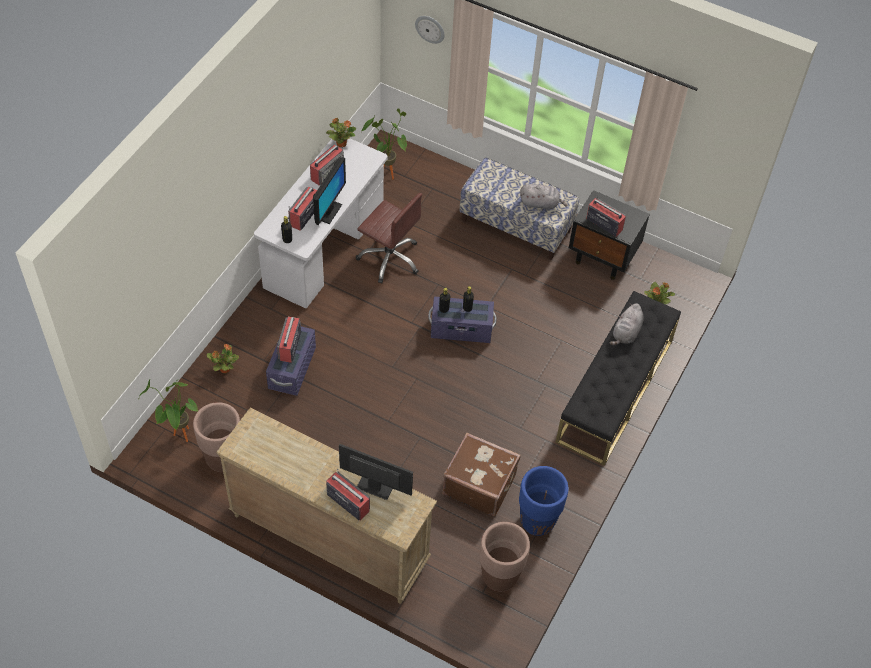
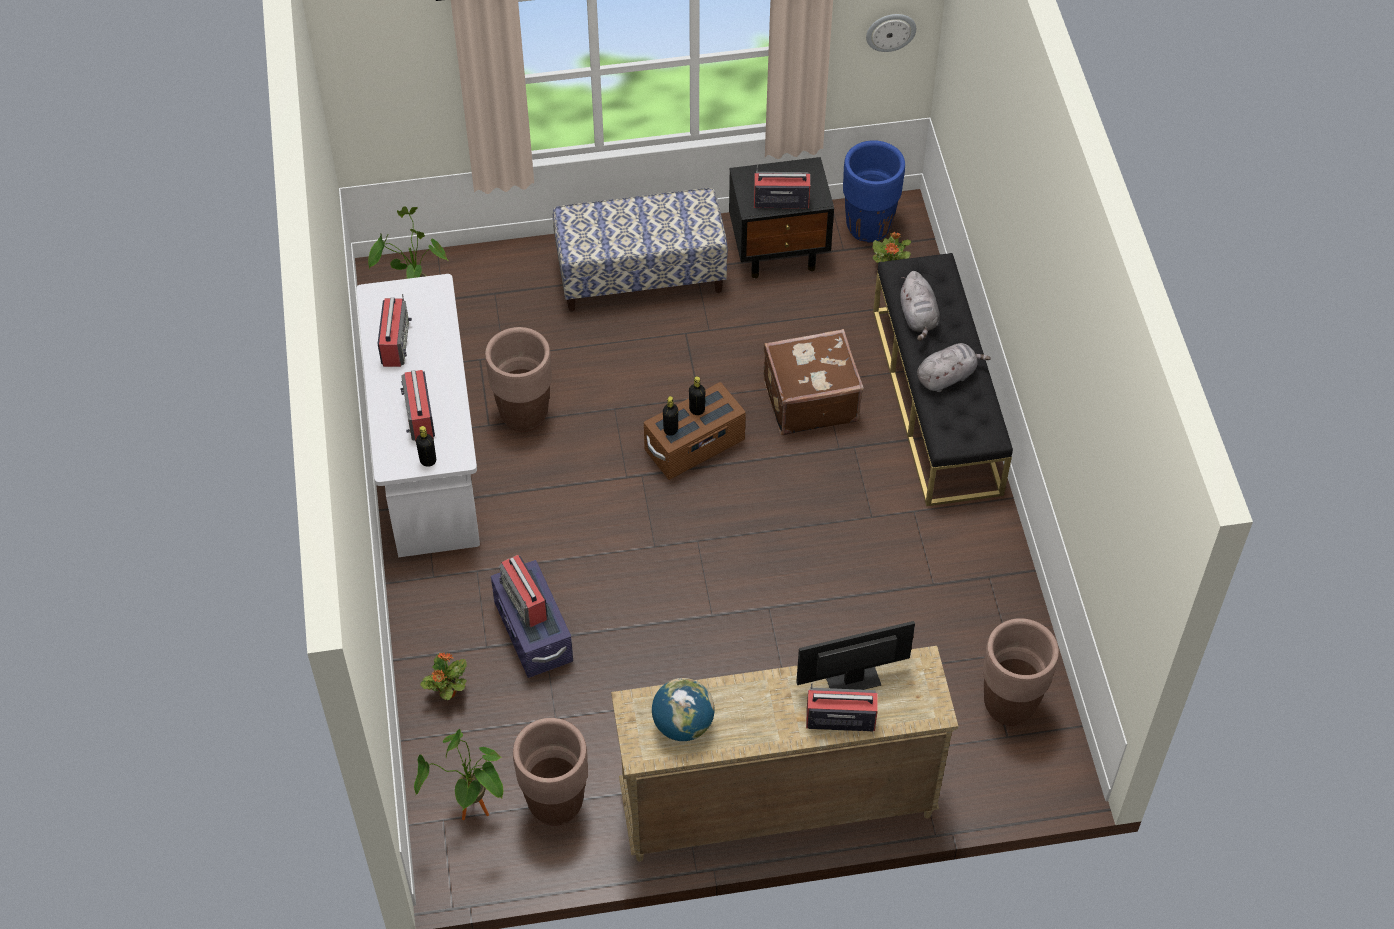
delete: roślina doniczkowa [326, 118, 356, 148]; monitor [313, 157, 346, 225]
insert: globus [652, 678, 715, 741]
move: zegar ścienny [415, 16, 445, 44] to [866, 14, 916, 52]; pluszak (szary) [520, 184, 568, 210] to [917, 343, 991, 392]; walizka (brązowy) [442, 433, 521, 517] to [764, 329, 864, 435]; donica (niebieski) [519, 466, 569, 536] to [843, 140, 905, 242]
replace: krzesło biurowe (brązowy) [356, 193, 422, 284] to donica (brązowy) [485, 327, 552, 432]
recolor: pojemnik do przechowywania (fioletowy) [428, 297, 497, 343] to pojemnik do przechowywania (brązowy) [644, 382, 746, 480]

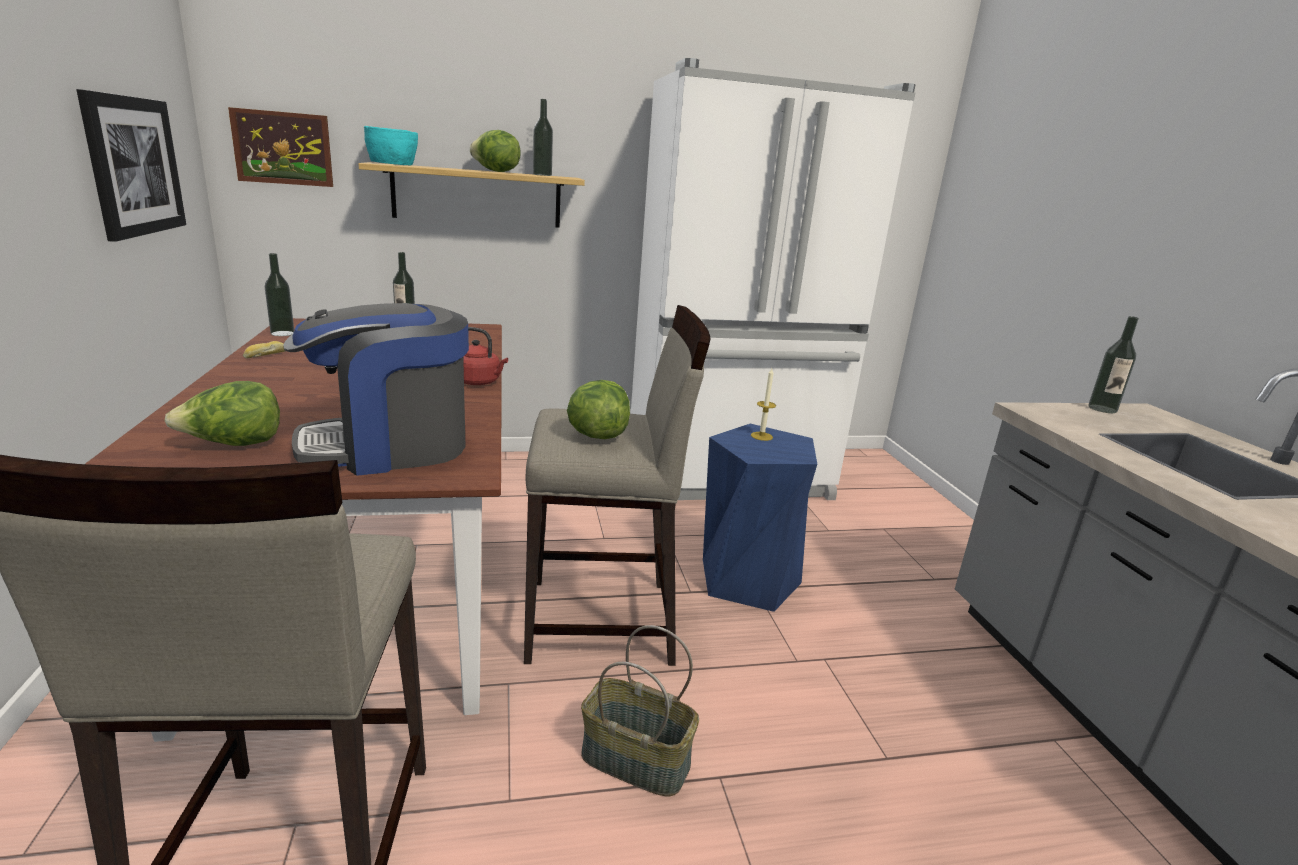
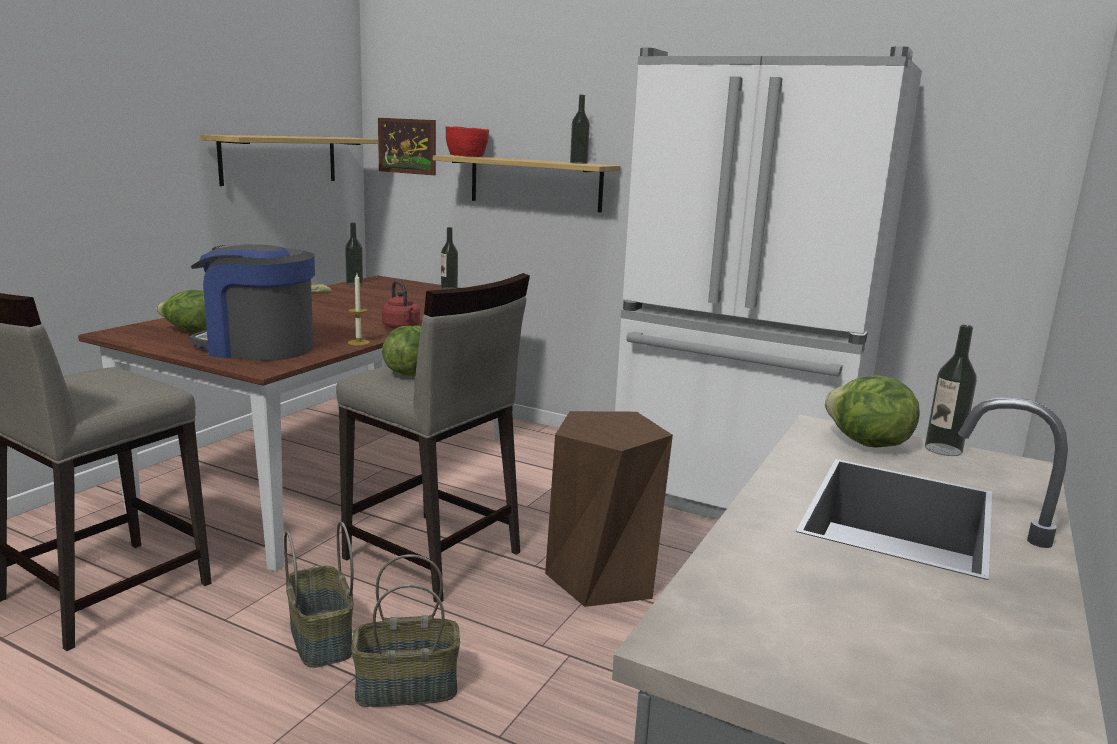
insert: koszyk [351, 554, 460, 707]
move: sałata [470, 130, 521, 172] to [825, 375, 920, 448]; świeca [751, 368, 776, 441] to [348, 274, 370, 346]
replace: obraz [76, 89, 186, 242] to półka [200, 134, 378, 186]
recolor: miska (turkusowy) [364, 126, 418, 166] to miska (czerwony) [446, 126, 489, 157]; stołek (niebieski) [703, 424, 817, 612] to stołek (brązowy) [545, 411, 673, 607]

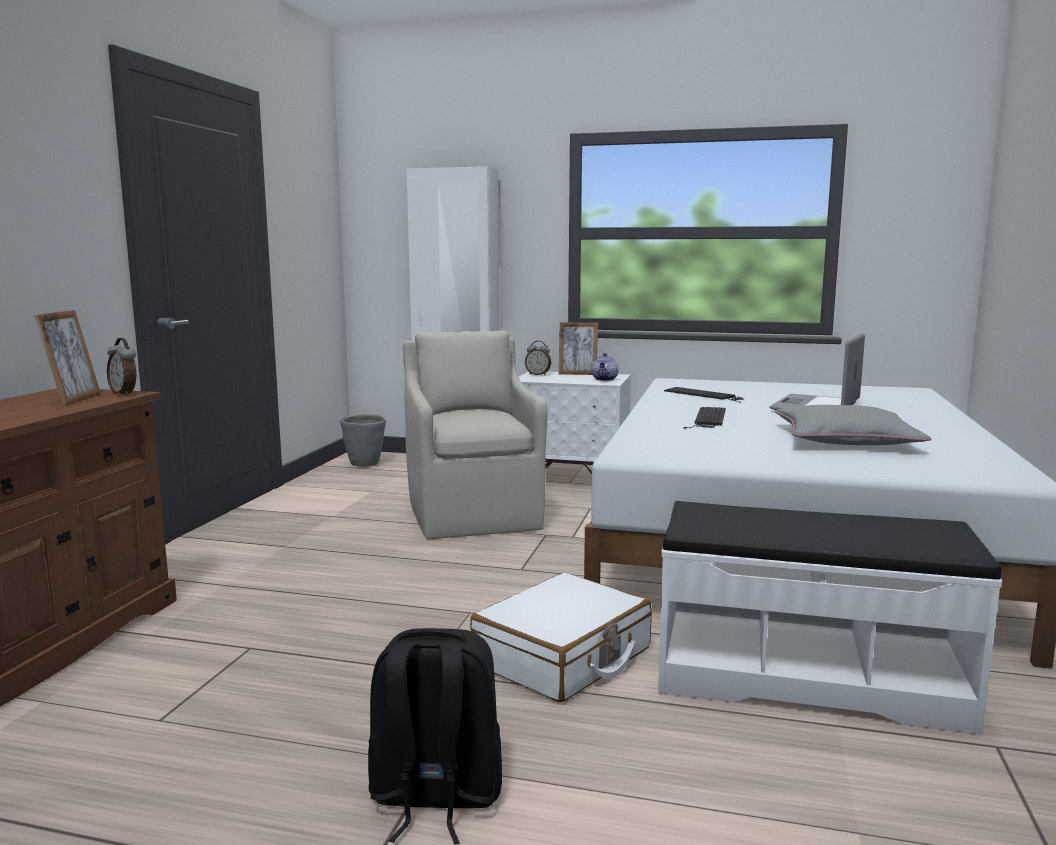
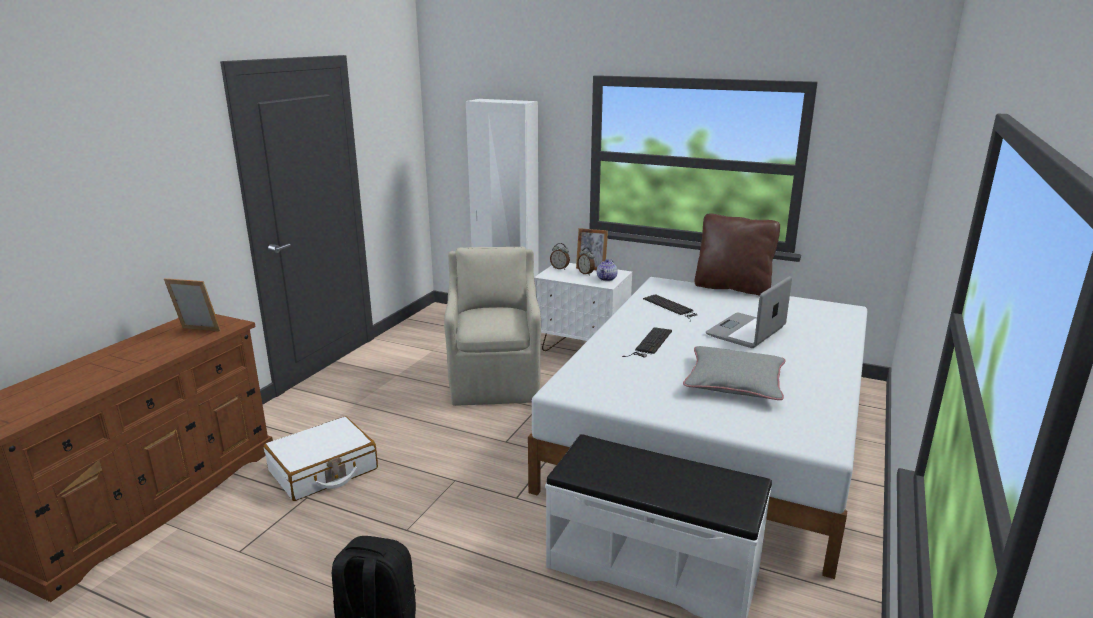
delete: donica (szary) [340, 414, 386, 467]
insert: poduszka (brązowy) [695, 214, 780, 296]
move: budzik [107, 338, 136, 396] to [577, 248, 595, 276]; walizka (biały) [470, 573, 652, 702] to [264, 416, 378, 501]
rotate: ramka na zdjęcie [34, 310, 101, 406] = [164, 278, 221, 332] 90 degrees counterclockwise

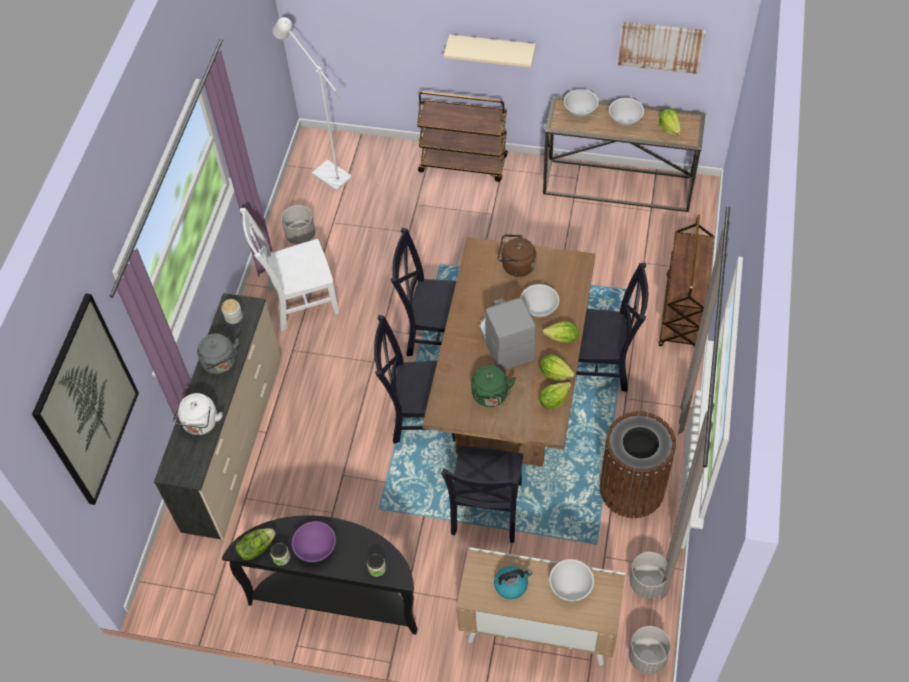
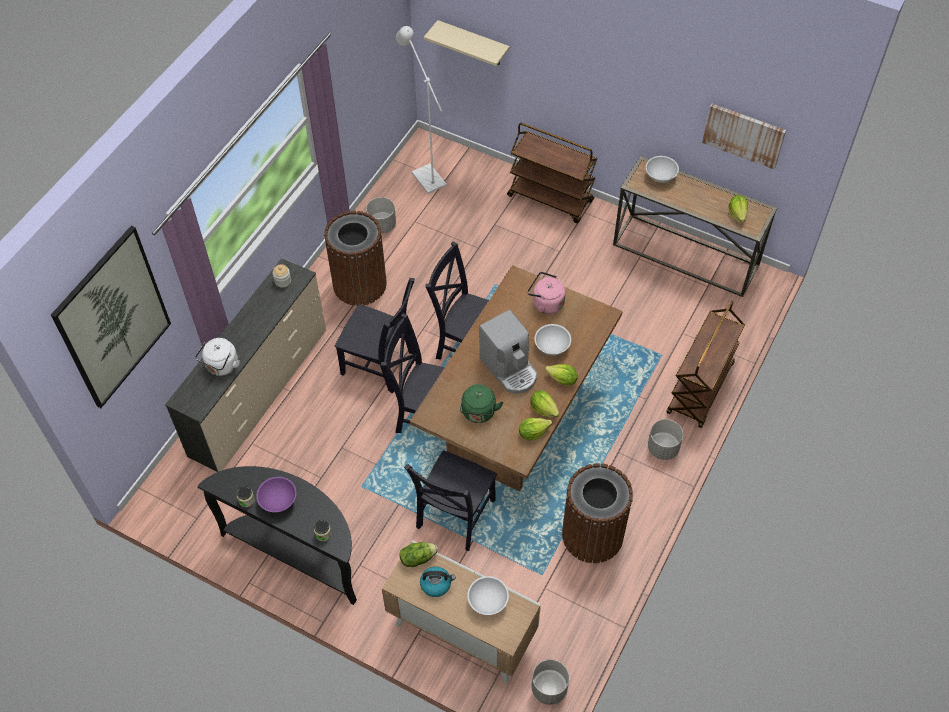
delete: miska (biały) [609, 98, 644, 126]; czajnik (szary) [197, 333, 239, 374]
move: półka (beżowy) [443, 35, 536, 68] to [424, 20, 510, 66]; krzesło (czarny) [576, 263, 648, 392] to [335, 278, 415, 394]; sałata [235, 528, 276, 560] to [400, 542, 438, 567]; donica (szary) [629, 552, 668, 599] to [648, 419, 683, 460]
replace: krzesło (biały) [240, 208, 339, 331] to kosz na śmieci (brązowy) [324, 211, 387, 306]
recolor: czajnik (brązowy) [498, 234, 536, 277] to czajnik (różowy) [527, 272, 566, 314]
rotate: ekspres do kawy [479, 298, 536, 371] = [479, 310, 537, 394] 150 degrees clockwise

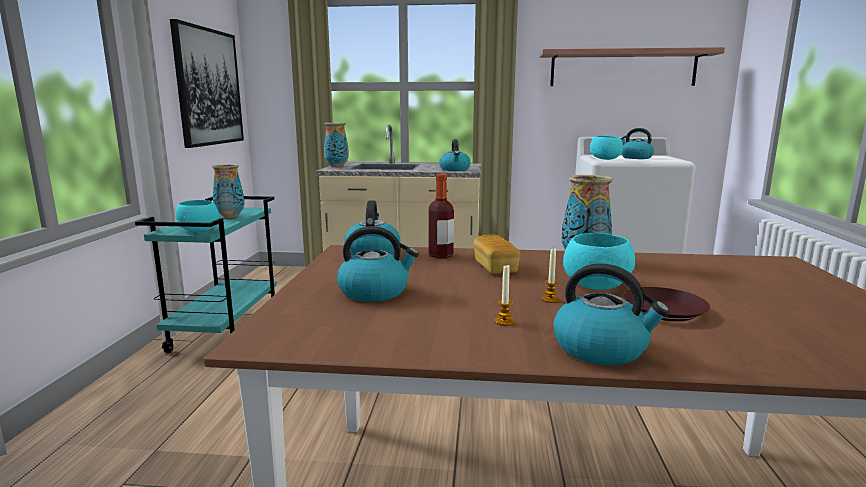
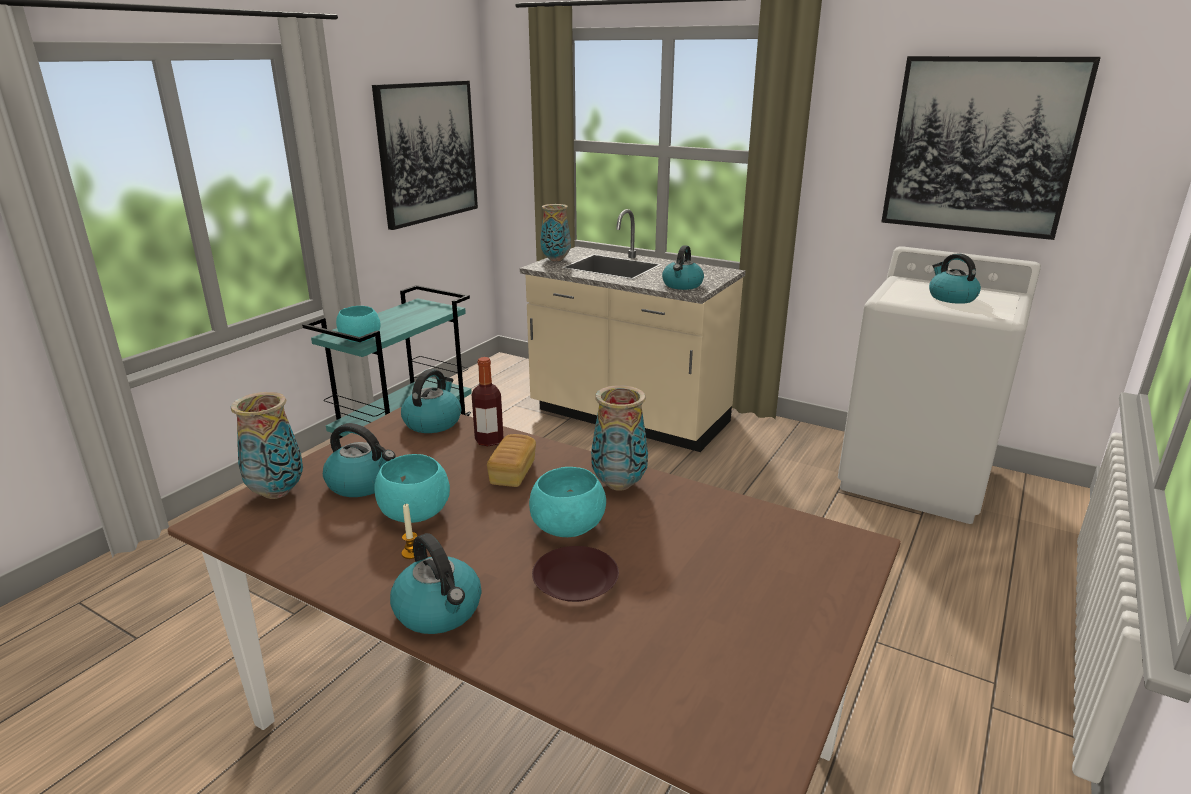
delete: świeca [541, 247, 560, 303]
move: miska (turkusowy) [590, 136, 623, 160] to [374, 454, 450, 523]; wazon [212, 164, 245, 218] to [231, 392, 303, 499]
replace: półka [540, 47, 725, 86] to obraz [881, 56, 1101, 240]

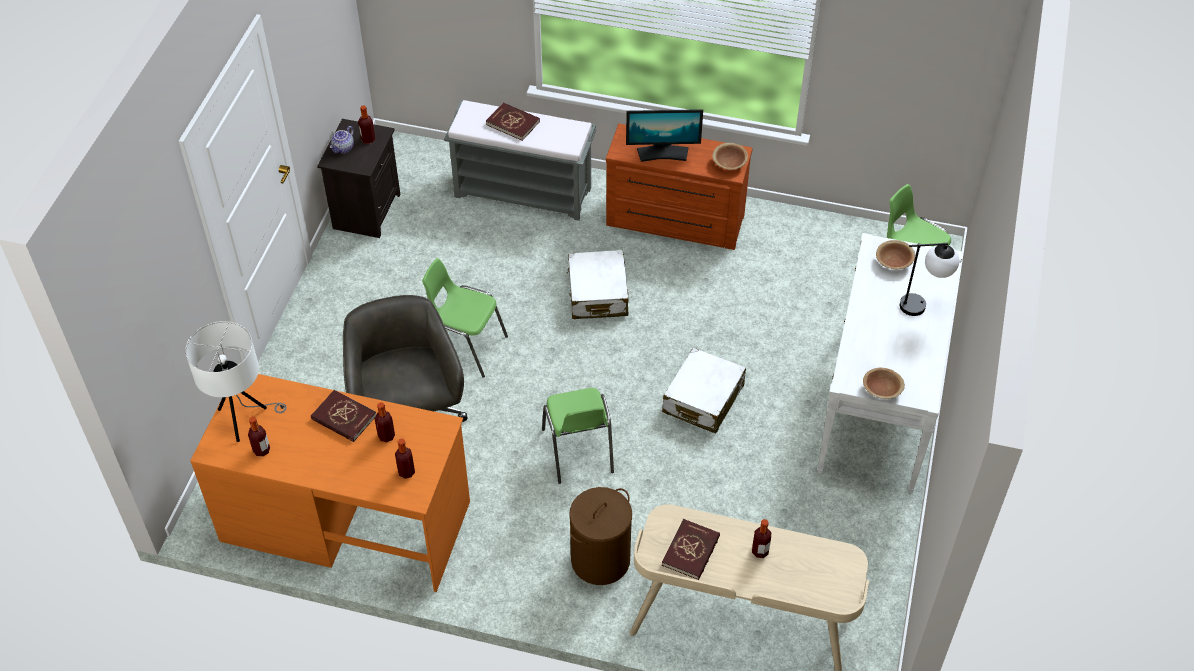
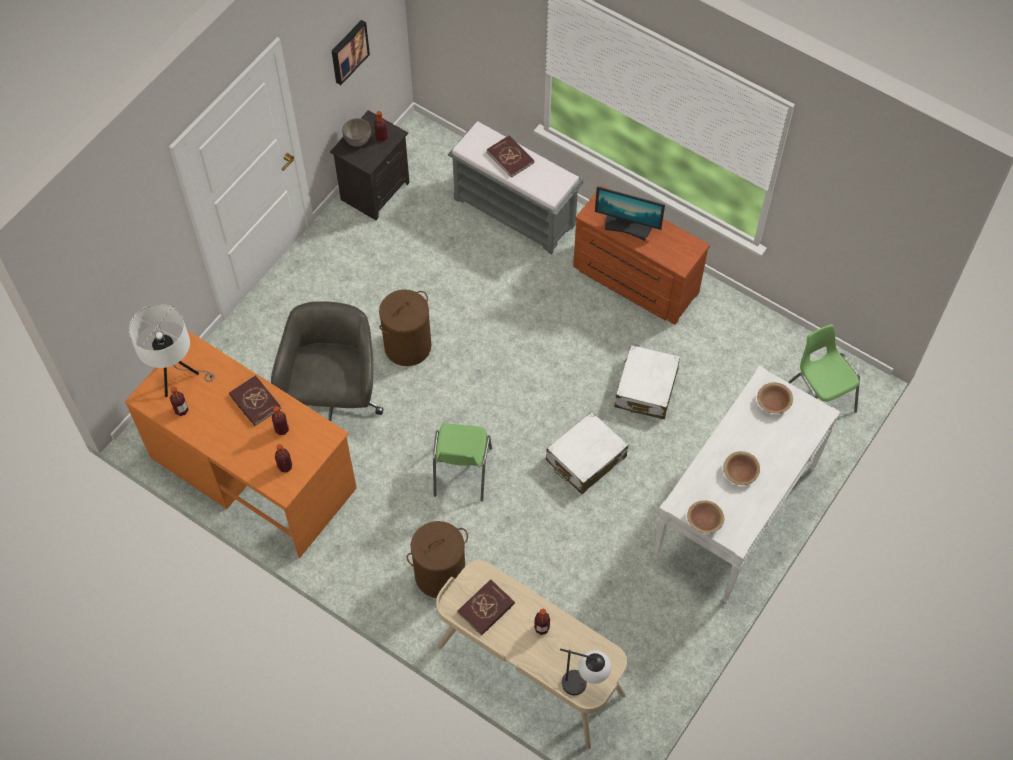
insert: obraz [332, 20, 370, 85]
move: miska (brązowy) [712, 143, 748, 170] to [723, 451, 760, 485]; lampa stołowa [900, 243, 959, 316] to [560, 648, 611, 695]; walizka (biały) [566, 250, 629, 319] to [615, 345, 680, 419]
replace: imbryk [330, 126, 354, 153] to miska (szary) [342, 118, 371, 146]; krzesło (zielony) [422, 258, 508, 378] to kosz na pranie (brązowy) [379, 289, 431, 366]

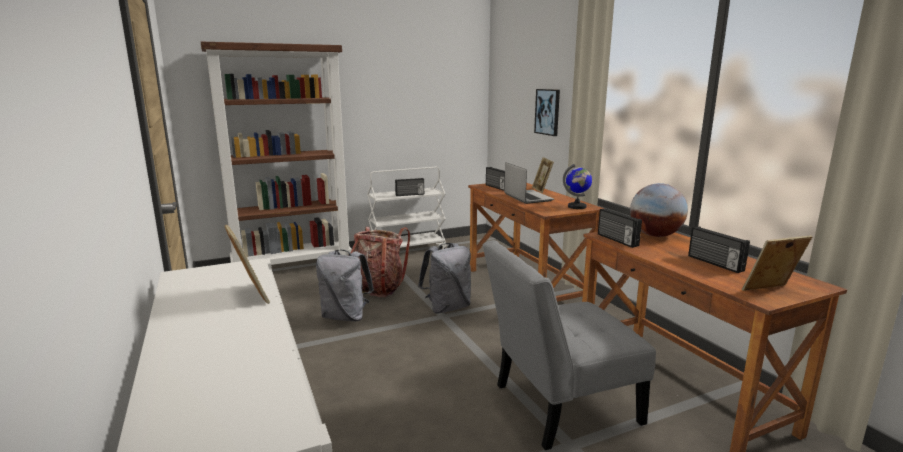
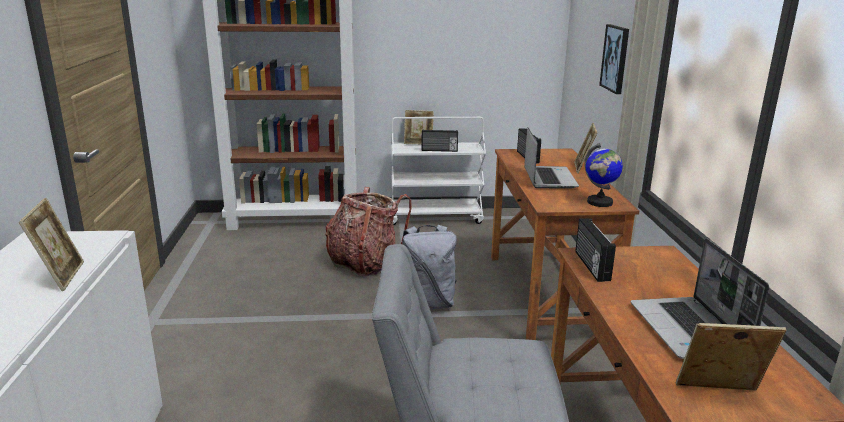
delete: globus [630, 183, 688, 237]; plecak (szary) [316, 250, 374, 321]
insert: ramka na zdjęcie [404, 110, 434, 145]
replace: radio [688, 226, 750, 273] to laptop [631, 238, 769, 359]

